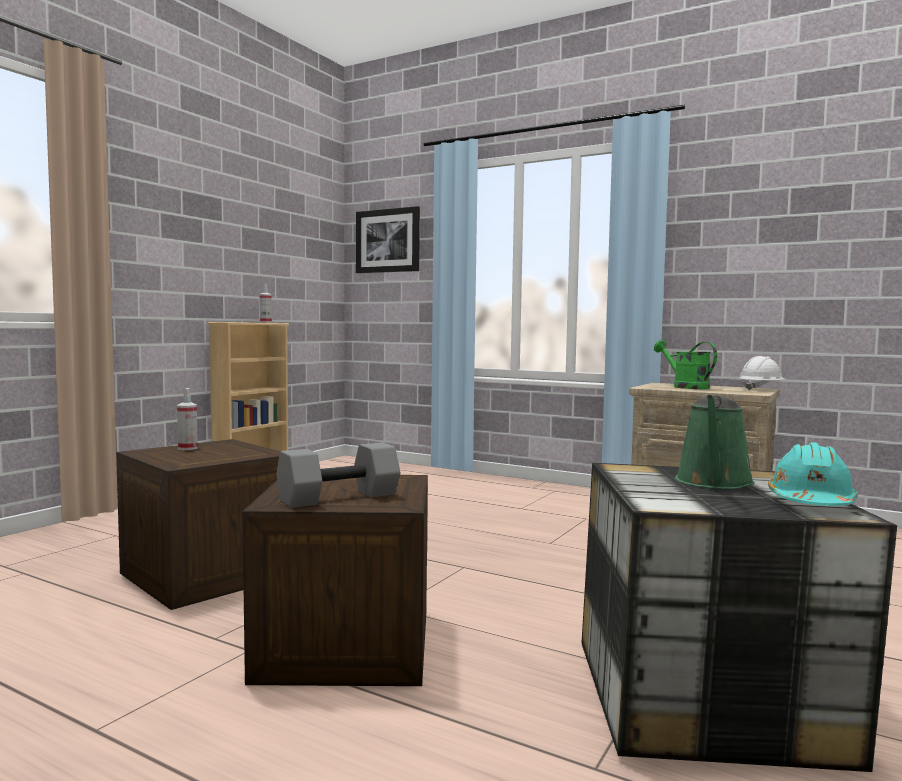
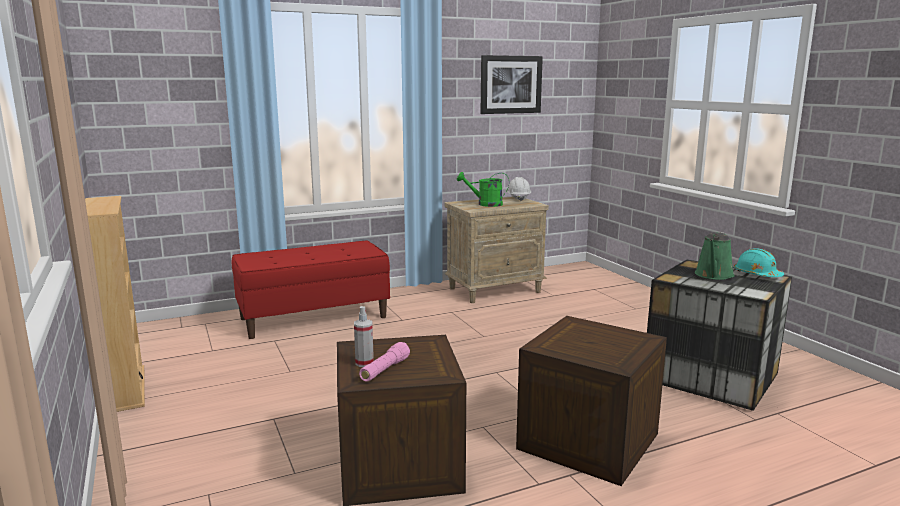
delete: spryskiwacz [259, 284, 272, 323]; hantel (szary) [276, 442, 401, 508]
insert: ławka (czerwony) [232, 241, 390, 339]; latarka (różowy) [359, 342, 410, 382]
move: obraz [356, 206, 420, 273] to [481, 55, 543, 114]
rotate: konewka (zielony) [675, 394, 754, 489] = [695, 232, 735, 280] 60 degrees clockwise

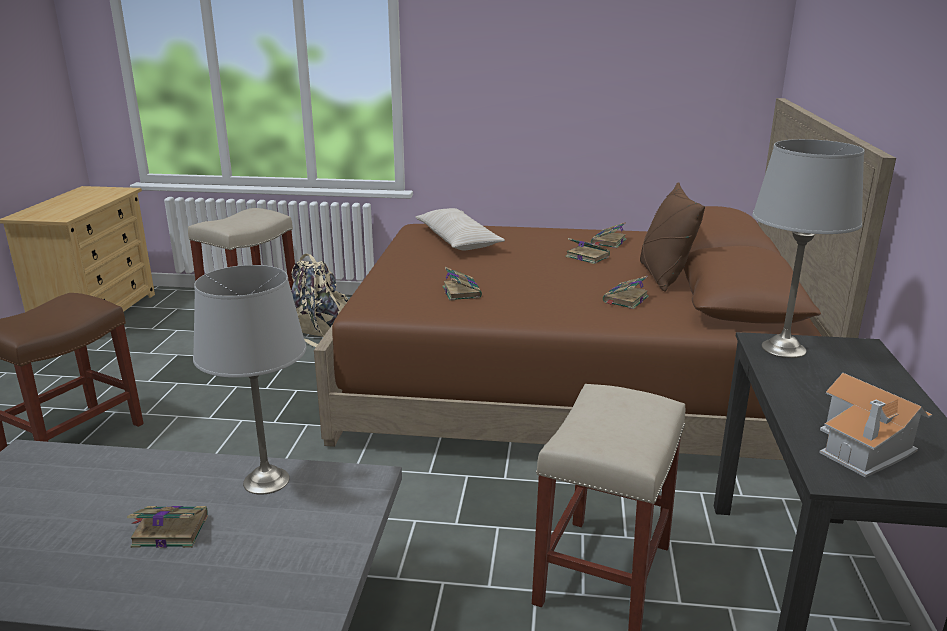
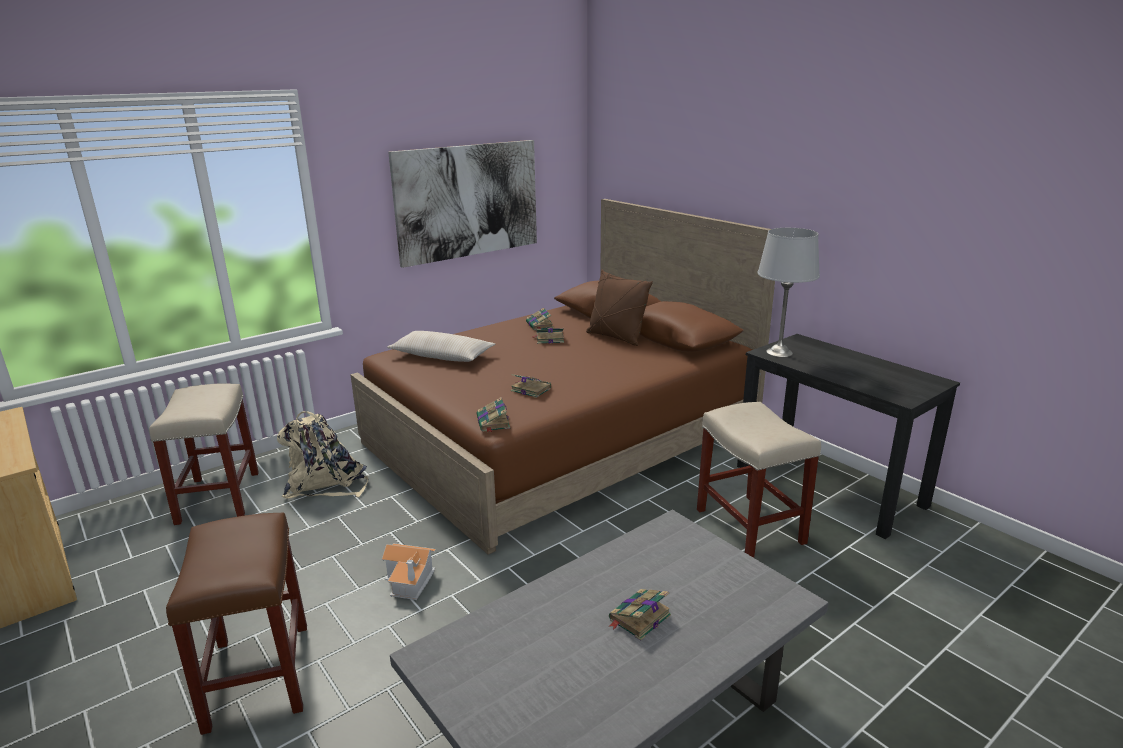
delete: lampa stołowa (szary) [193, 265, 306, 495]
insert: obraz [388, 140, 537, 268]
move: książka [603, 276, 649, 309] to [477, 397, 510, 433]; domek [819, 373, 932, 477] to [382, 543, 436, 600]

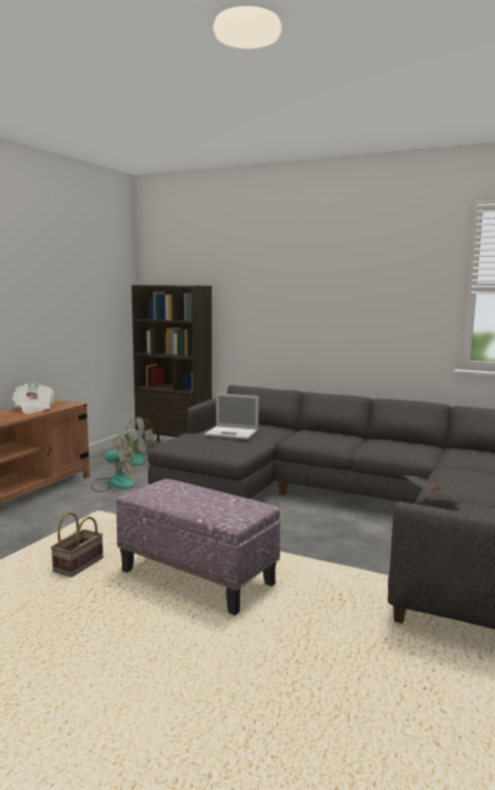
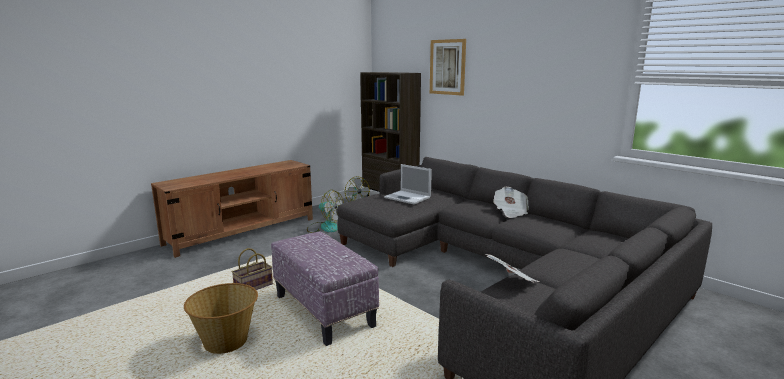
insert: obraz [430, 39, 466, 96]; koszyk [184, 283, 258, 354]
move: gazeta [12, 382, 54, 414] to [493, 187, 529, 218]

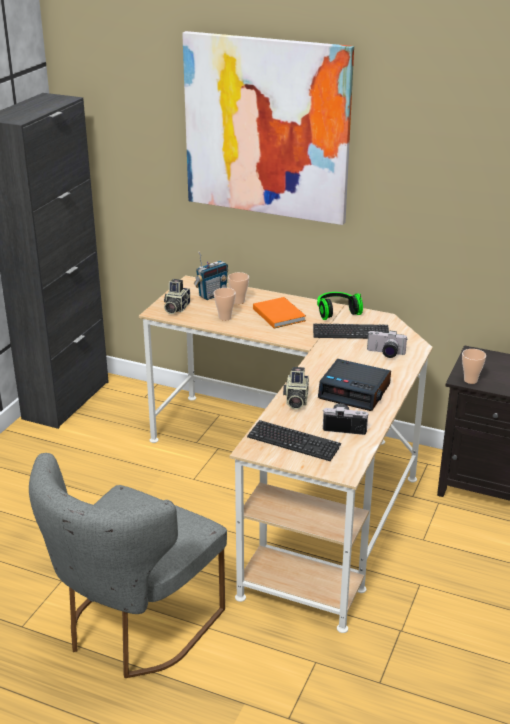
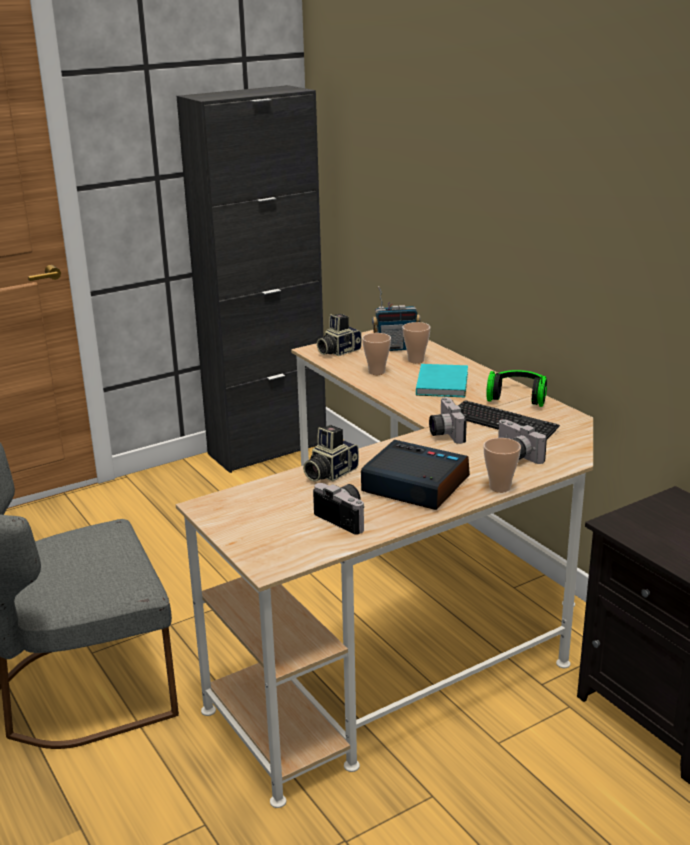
delete: obraz [182, 31, 354, 225]; klawiatura [247, 420, 341, 461]
insert: aparat fotograficzny [429, 397, 467, 444]
move: filiżanka [462, 349, 486, 384] to [484, 438, 521, 493]
recolor: książka (pomarańczowy) [253, 297, 306, 328] to książka (turkusowy) [416, 364, 468, 397]
rotate: budzik [318, 359, 391, 411] = [361, 440, 470, 510] 150 degrees clockwise

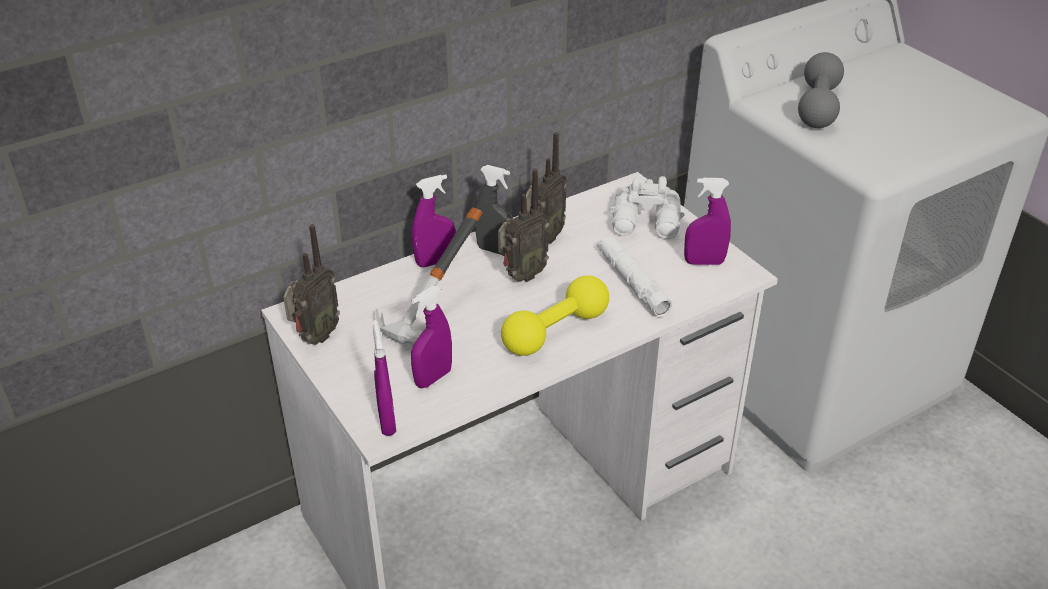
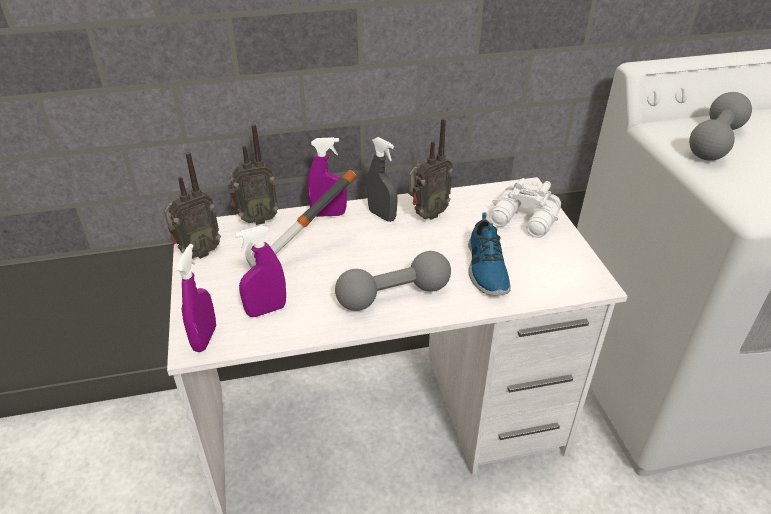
delete: spryskiwacz (fioletowy) [684, 178, 731, 265]
move: radio [498, 168, 549, 282] to [229, 124, 278, 225]
replace: latarka (biały) [597, 237, 672, 317] to but [468, 212, 511, 296]
recolor: hantel (żółty) [501, 276, 609, 356] to hantel (szary) [335, 251, 451, 311]

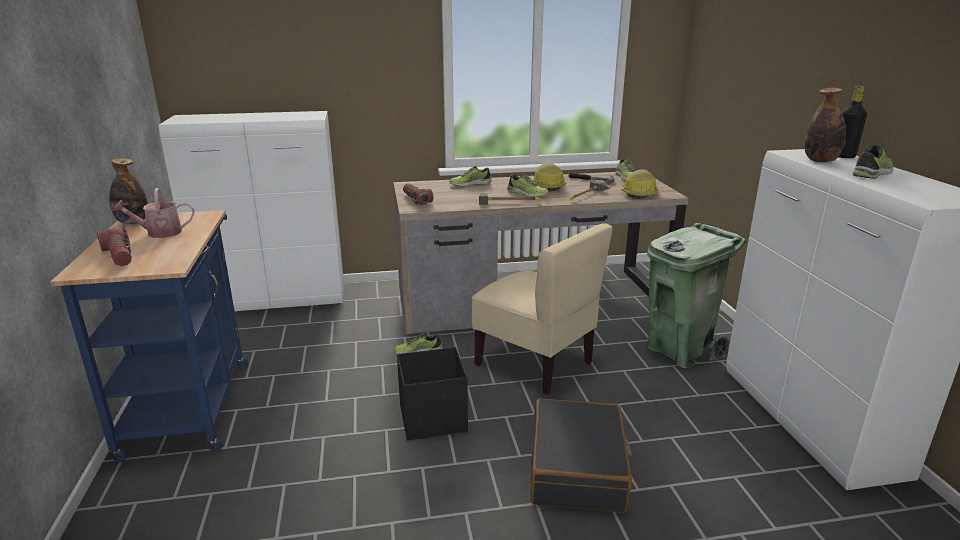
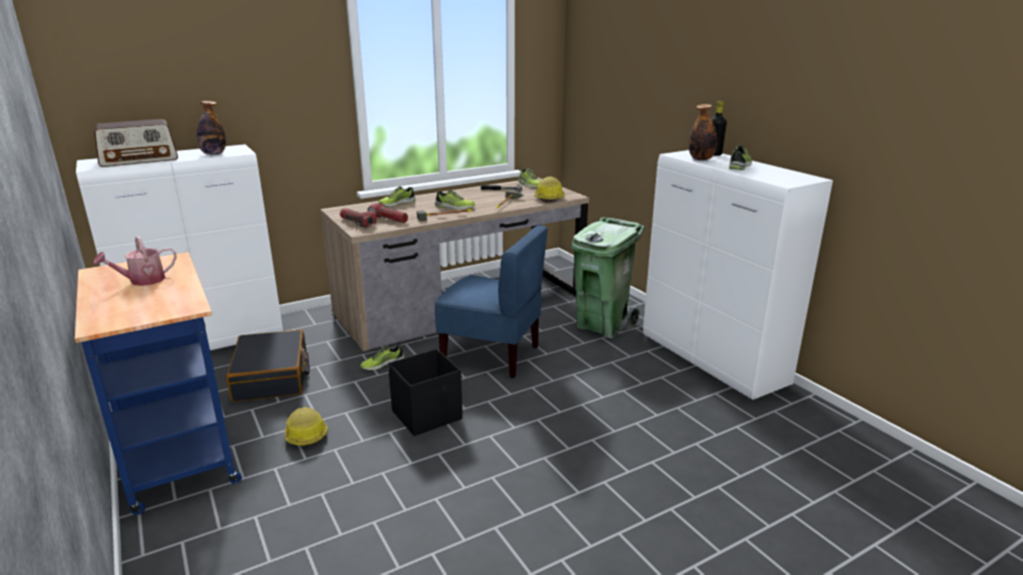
insert: radio [95, 119, 178, 167]
move: butelka [109, 158, 148, 224] to [197, 101, 226, 155]; kask [532, 163, 566, 191] to [284, 407, 328, 447]; latarka [97, 227, 132, 266] to [367, 202, 408, 223]; walizka (czarny) [531, 399, 632, 513] to [226, 329, 310, 402]
recolor: krzesło (beżowy) [472, 223, 613, 395] to krzesło (niebieski) [434, 225, 548, 378]

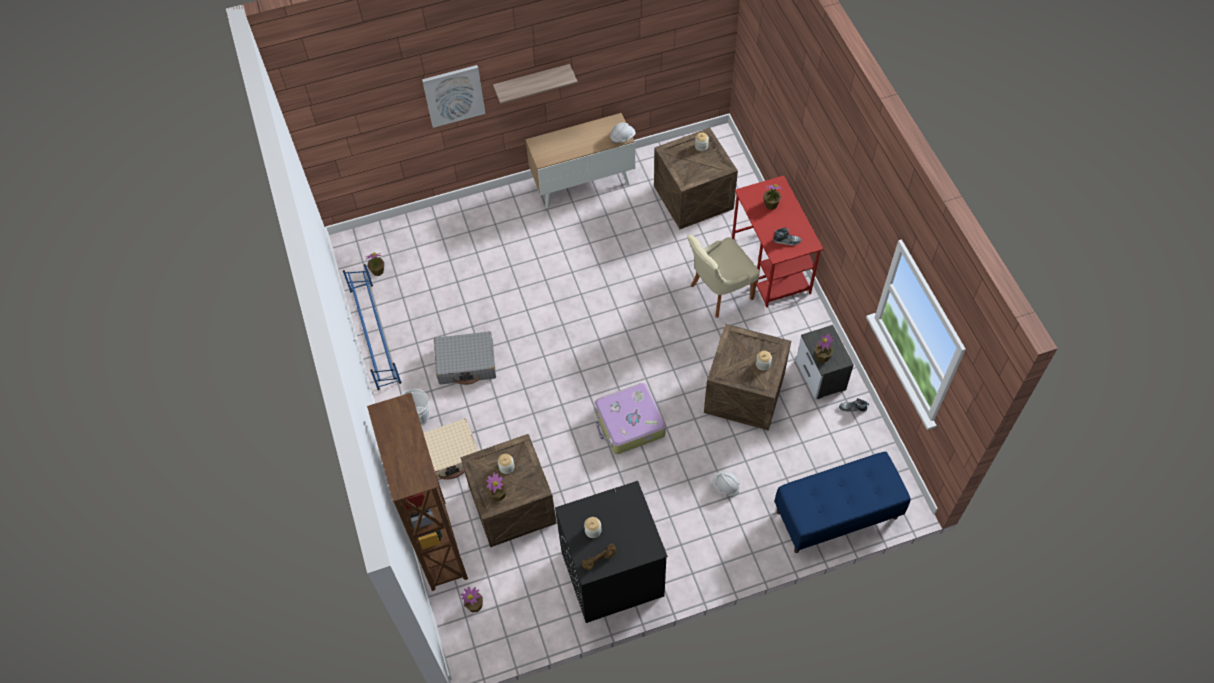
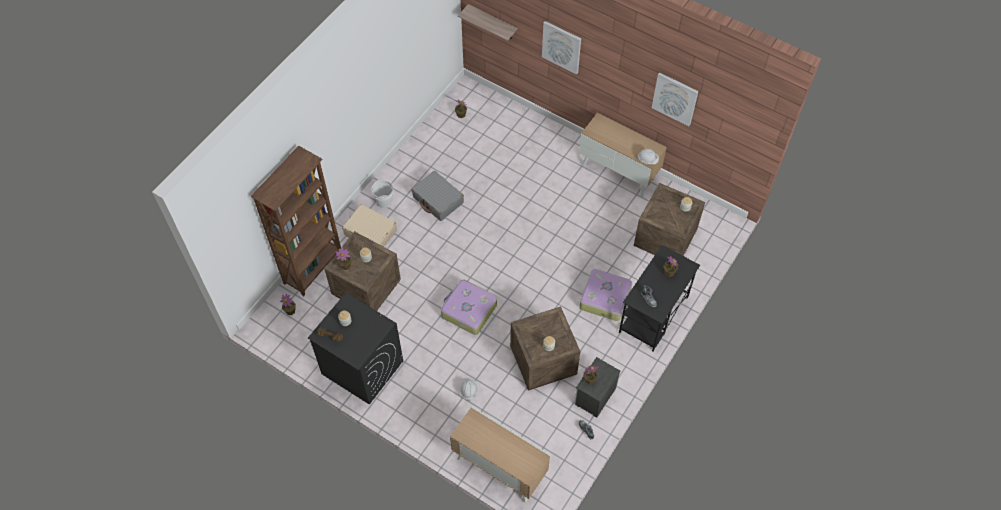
delete: regał na buty (niebieski) [343, 264, 401, 390]
insert: obraz [652, 72, 699, 126]
move: półka [493, 64, 578, 104] to [458, 4, 518, 41]
replace: krzesło (beżowy) [687, 235, 760, 318] to walizka [580, 269, 632, 321]; ławka (niebieski) [774, 452, 911, 553] to szafka [450, 407, 551, 503]
recolor: biurko (czerwony) [732, 175, 823, 308] to biurko (czarny) [619, 245, 700, 352]

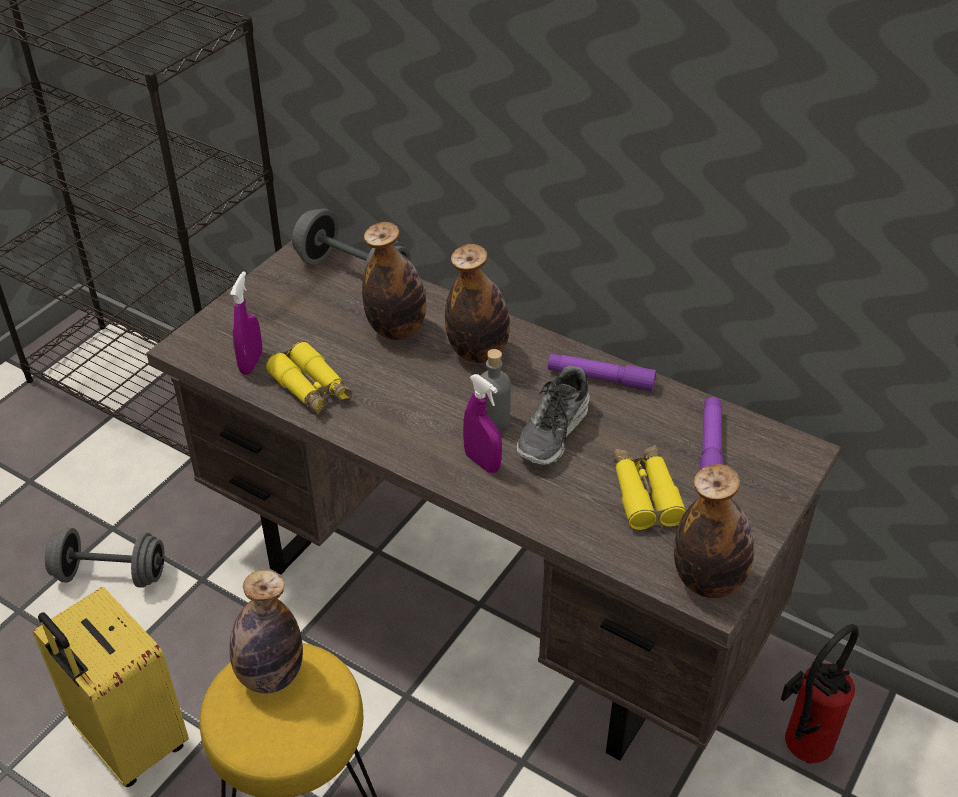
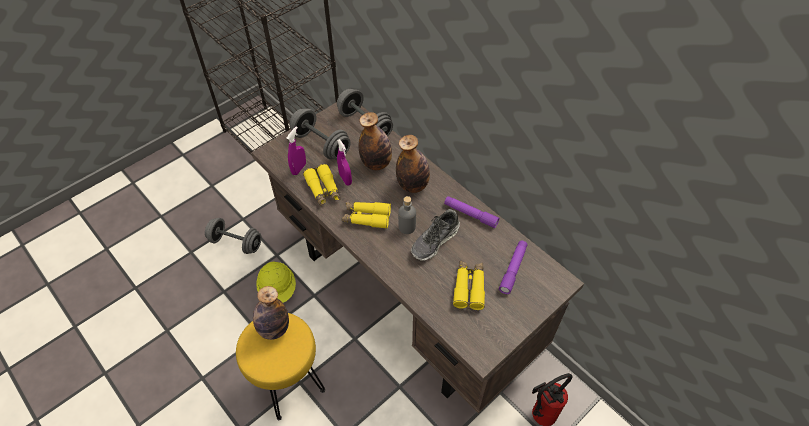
delete: butelka [674, 464, 754, 598]; walizka (żółty) [32, 587, 189, 787]
insert: hantel (szary) [289, 109, 351, 160]; lornetka (żółty) [342, 202, 391, 229]; kask (żółty) [256, 262, 296, 303]
move: spryskiwacz (fioletowy) [463, 374, 502, 473] to [337, 139, 352, 186]

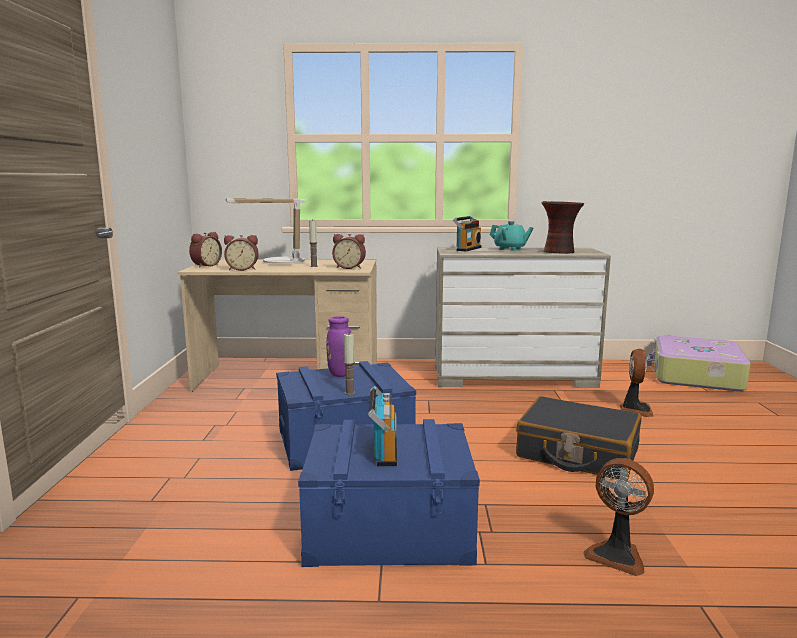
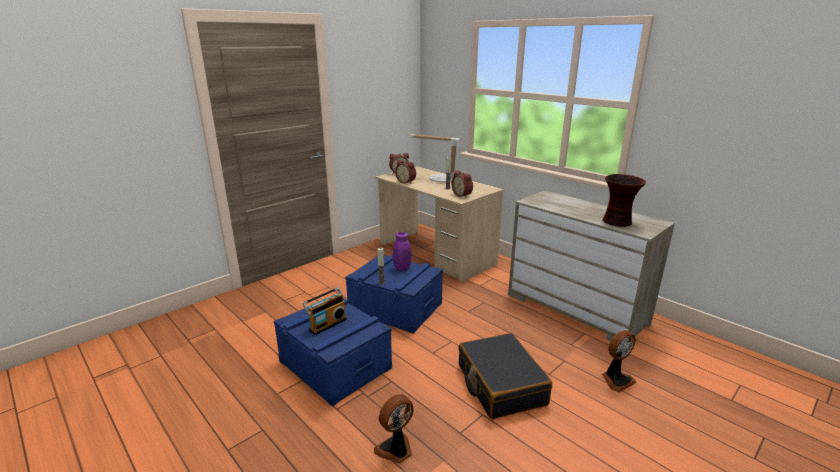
delete: radio [453, 216, 482, 252]; imbryk (turkusowy) [490, 221, 533, 251]; walizka [646, 335, 751, 391]
rotate: wentylator [583, 458, 654, 576] = [374, 394, 414, 463] 60 degrees clockwise

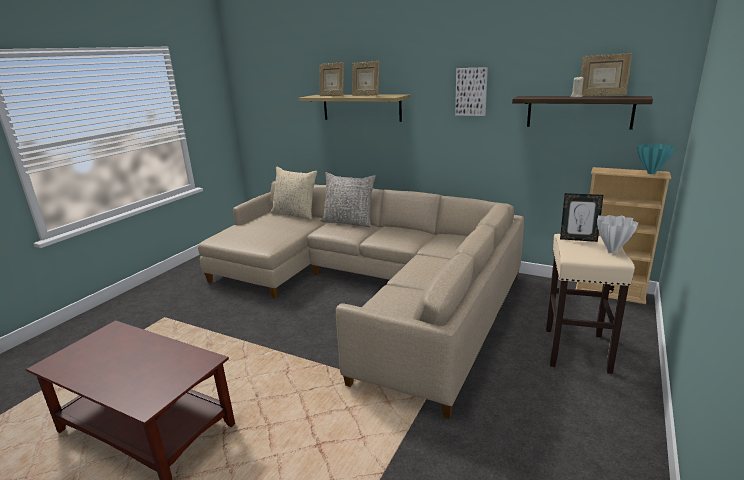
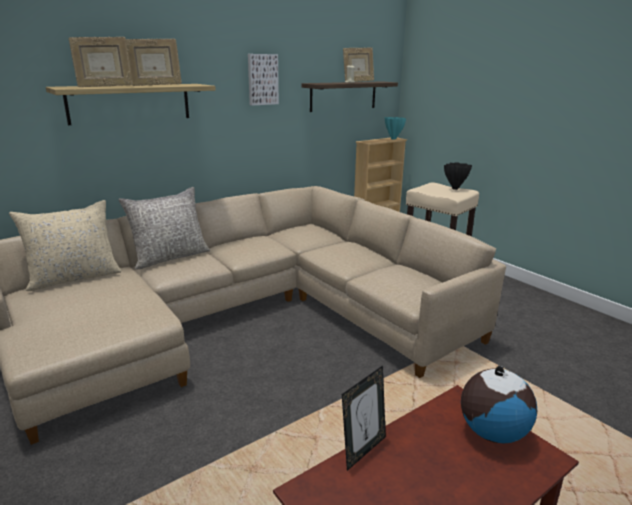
insert: globus [461, 366, 537, 444]
move: ramka na zdjęcie [560, 193, 603, 242] to [342, 365, 386, 471]
recolor: wazon (biały) [597, 215, 638, 253] to wazon (czarny) [444, 162, 472, 190]

